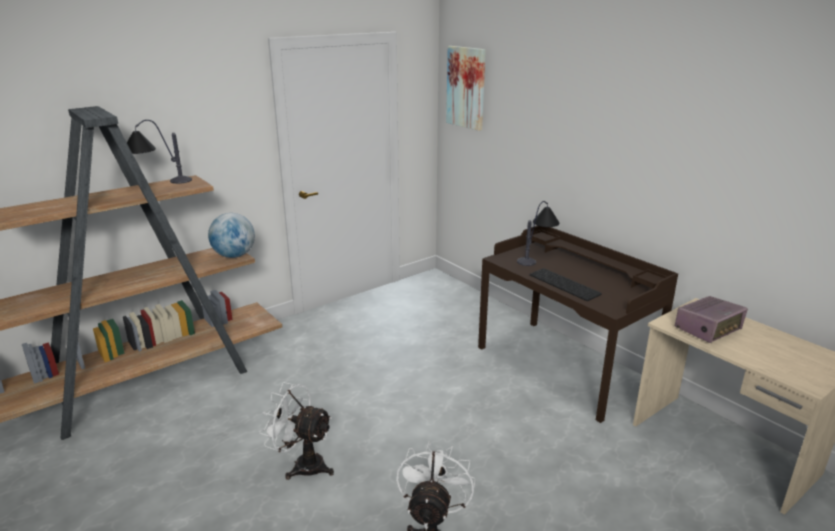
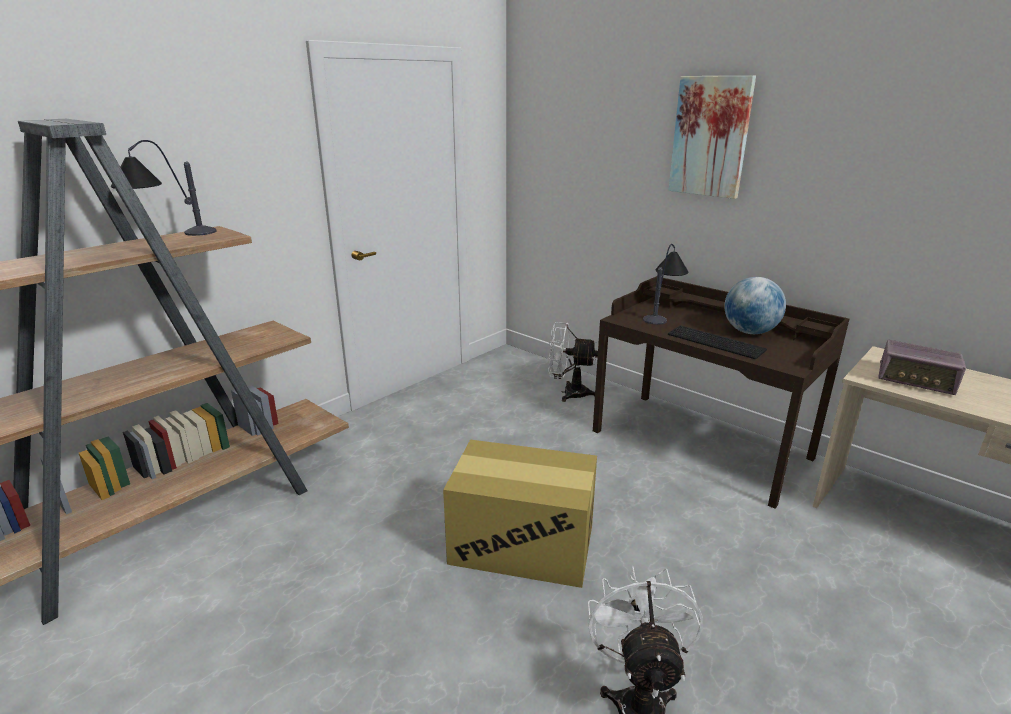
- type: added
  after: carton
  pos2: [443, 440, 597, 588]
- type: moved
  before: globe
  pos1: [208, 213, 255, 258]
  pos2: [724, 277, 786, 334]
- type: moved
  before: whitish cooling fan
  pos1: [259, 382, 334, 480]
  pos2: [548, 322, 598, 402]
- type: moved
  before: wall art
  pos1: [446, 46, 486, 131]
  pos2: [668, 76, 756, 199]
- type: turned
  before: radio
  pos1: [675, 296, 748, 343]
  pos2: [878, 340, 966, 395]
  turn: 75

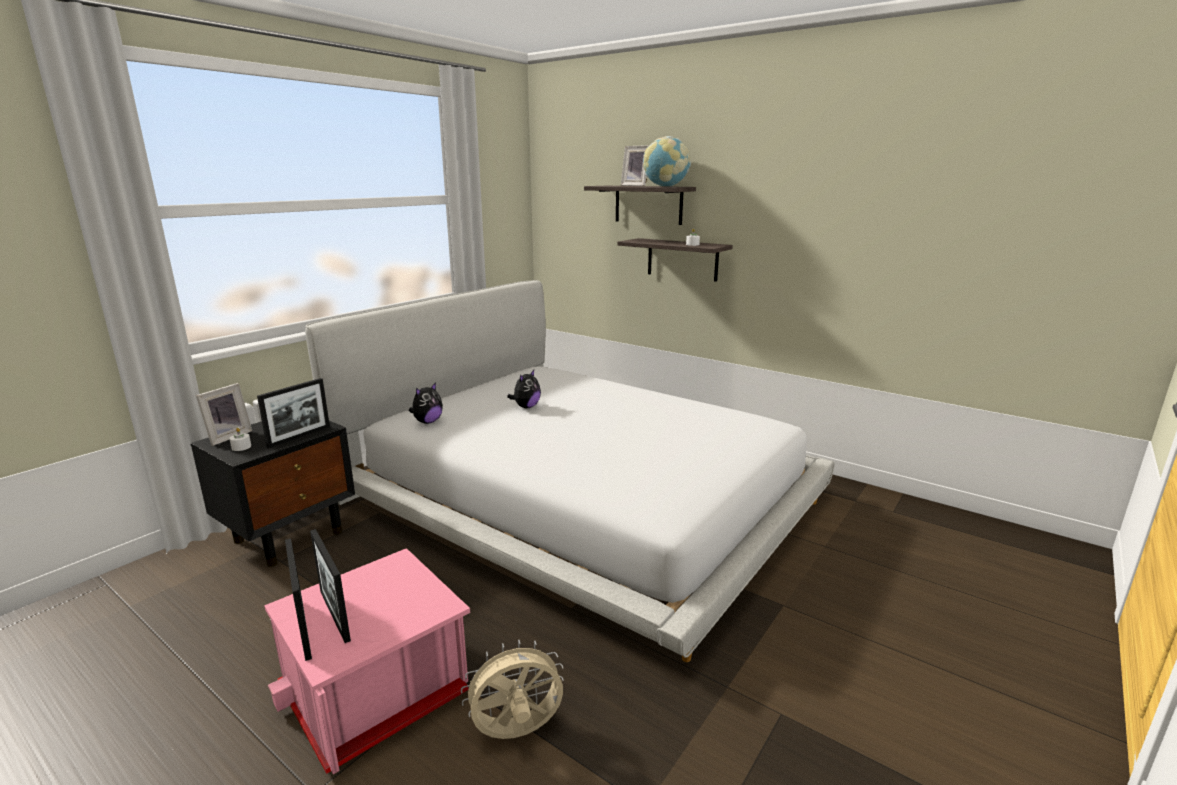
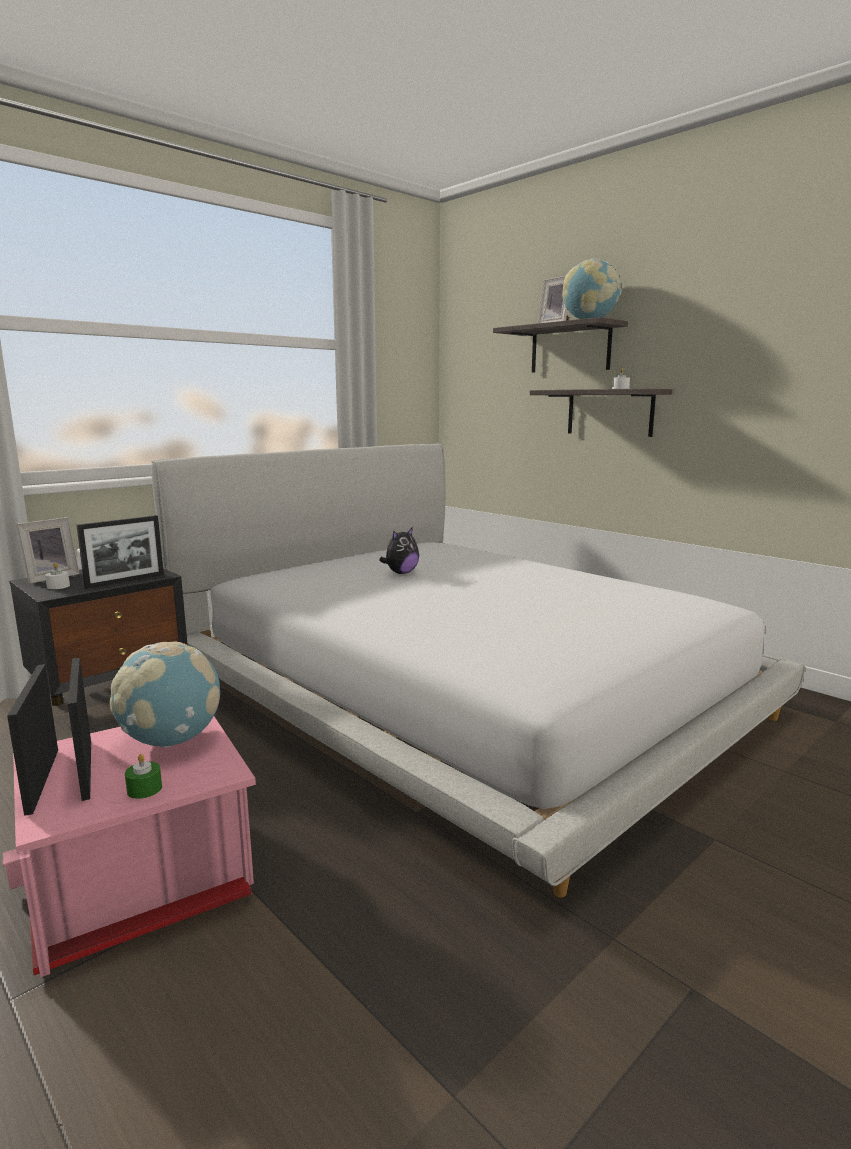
- type: removed
  before: plush toy
  pos1: [409, 383, 443, 424]
- type: removed
  before: sand-coloured cooling fan
  pos1: [461, 640, 564, 739]
- type: added
  after: globe
  pos2: [110, 641, 220, 748]
- type: added
  after: green wax candle
  pos2: [125, 754, 162, 799]

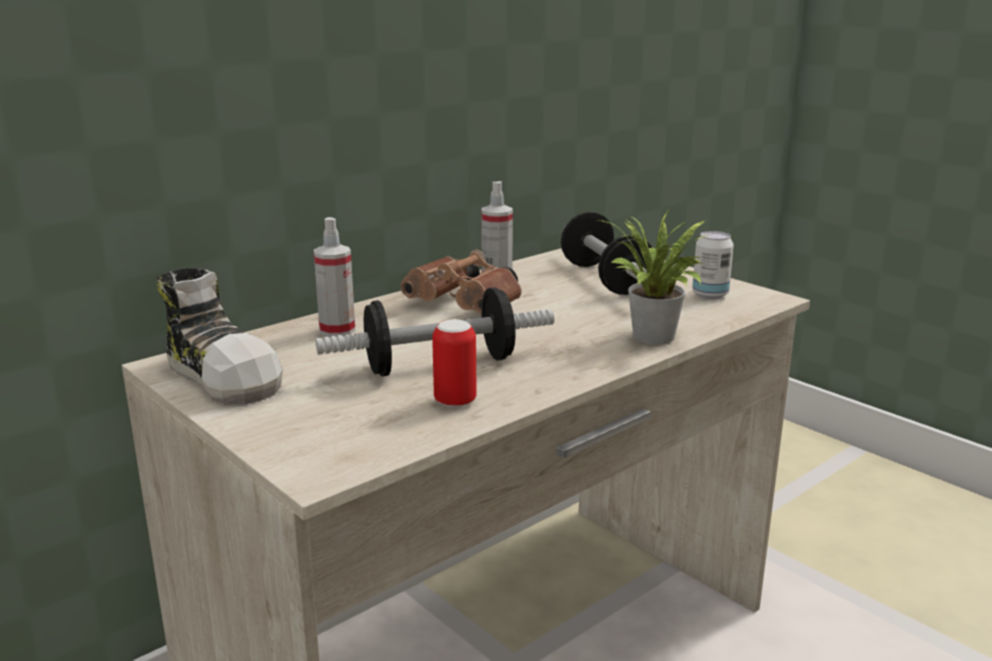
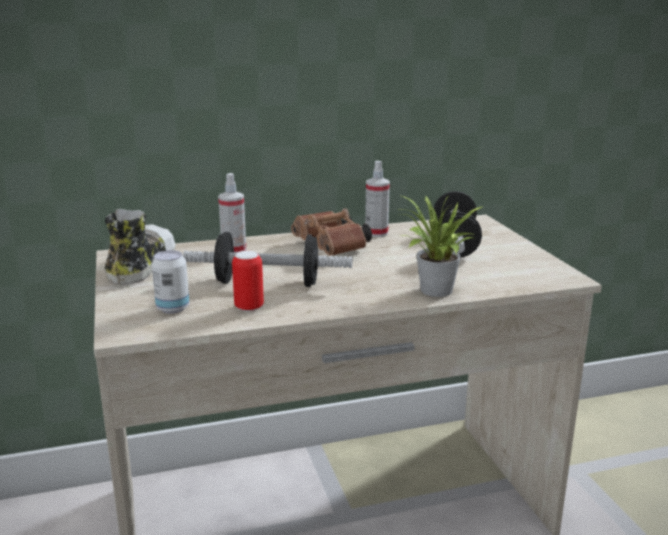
- type: moved
  before: metal can
  pos1: [692, 231, 734, 300]
  pos2: [152, 250, 189, 314]
- type: turned
  before: low shoe
  pos1: [157, 268, 283, 405]
  pos2: [104, 209, 176, 285]
  turn: -150

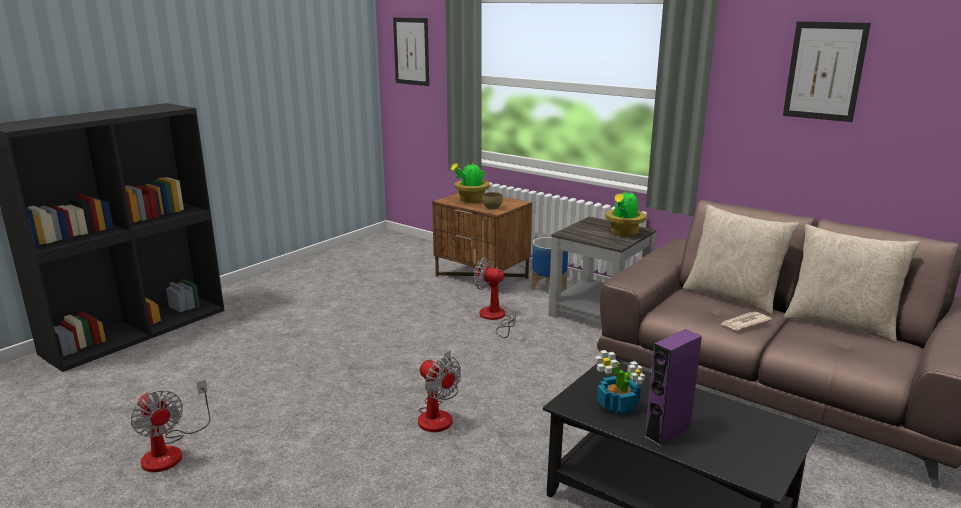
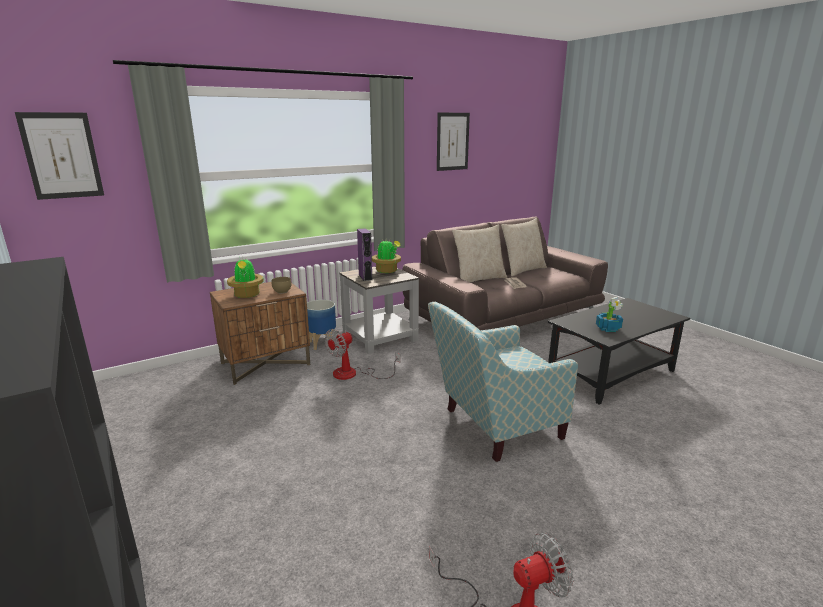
- type: moved
  before: purple-coloured loudspeaker
  pos1: [644, 329, 702, 446]
  pos2: [357, 228, 372, 281]
- type: replaced
  before: cooling fan
  after: lounge chair
  pos1: [418, 351, 461, 432]
  pos2: [428, 302, 578, 462]

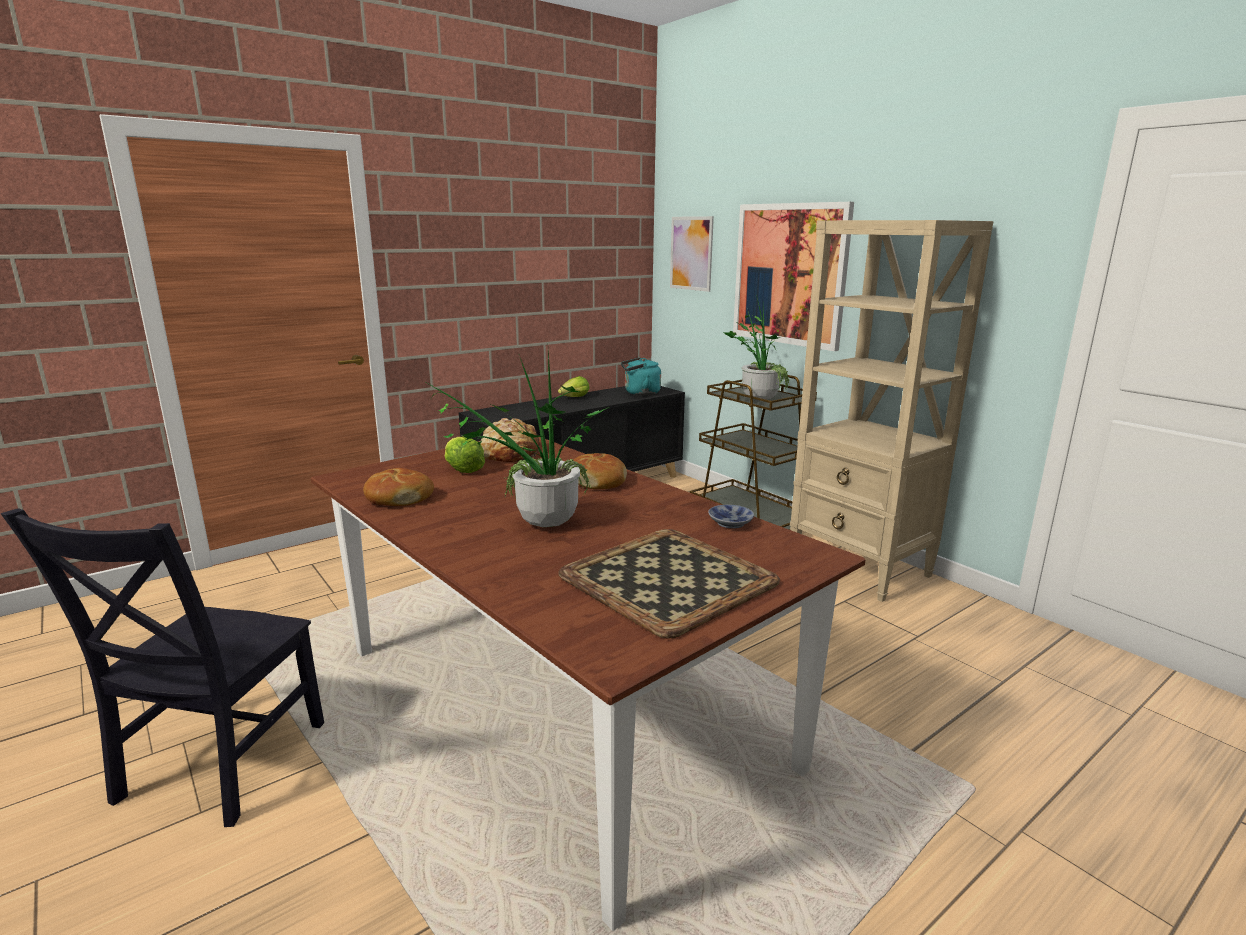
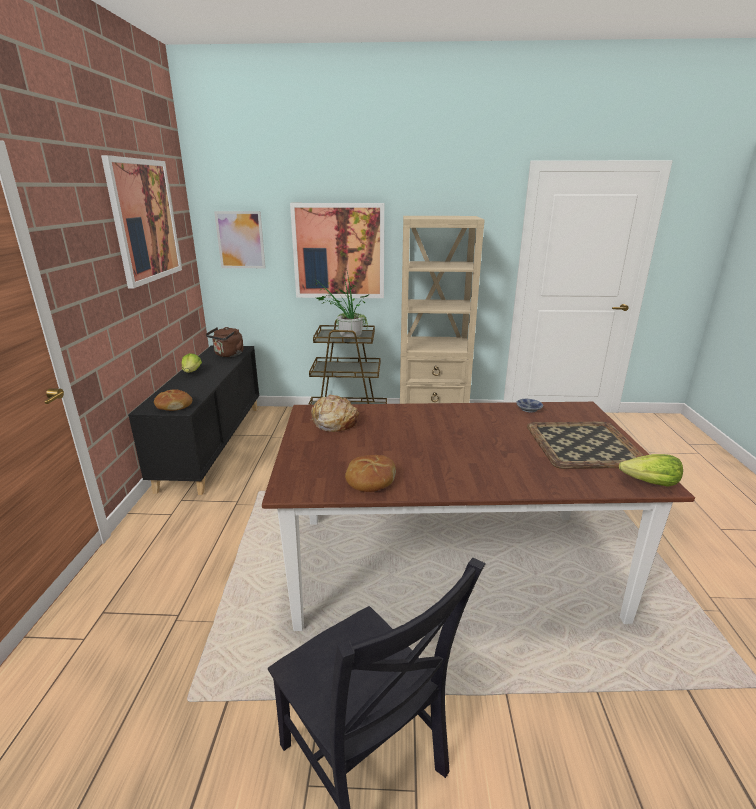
- type: removed
  before: plant in a pot
  pos1: [422, 352, 609, 527]
- type: added
  after: wall art
  pos2: [101, 155, 182, 288]
- type: moved
  before: head of lettuce
  pos1: [445, 437, 485, 473]
  pos2: [619, 454, 683, 487]
- type: moved
  before: bread
  pos1: [574, 453, 627, 489]
  pos2: [154, 389, 192, 411]
- type: recoloured
  before: blue-green tea kettle
  after: brown-coloured tea kettle
  pos1: [621, 357, 661, 395]
  pos2: [206, 327, 244, 357]

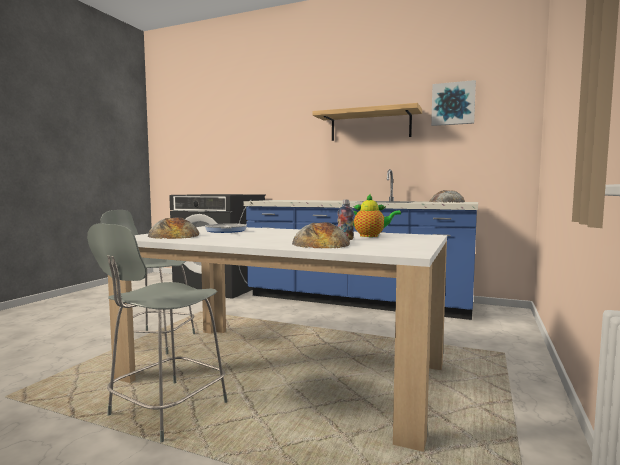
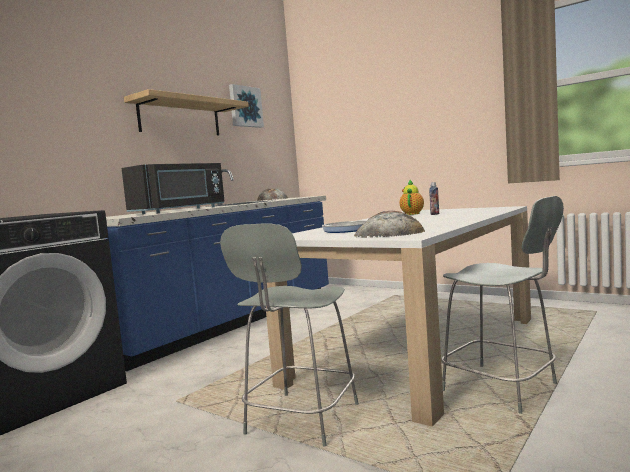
- type: removed
  before: bread
  pos1: [292, 222, 350, 248]
- type: added
  after: blackish kitchen microwave
  pos2: [121, 163, 224, 214]

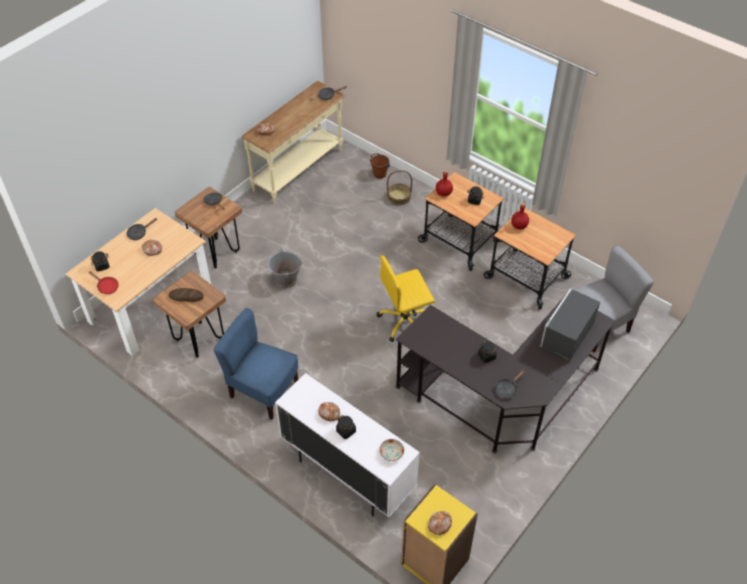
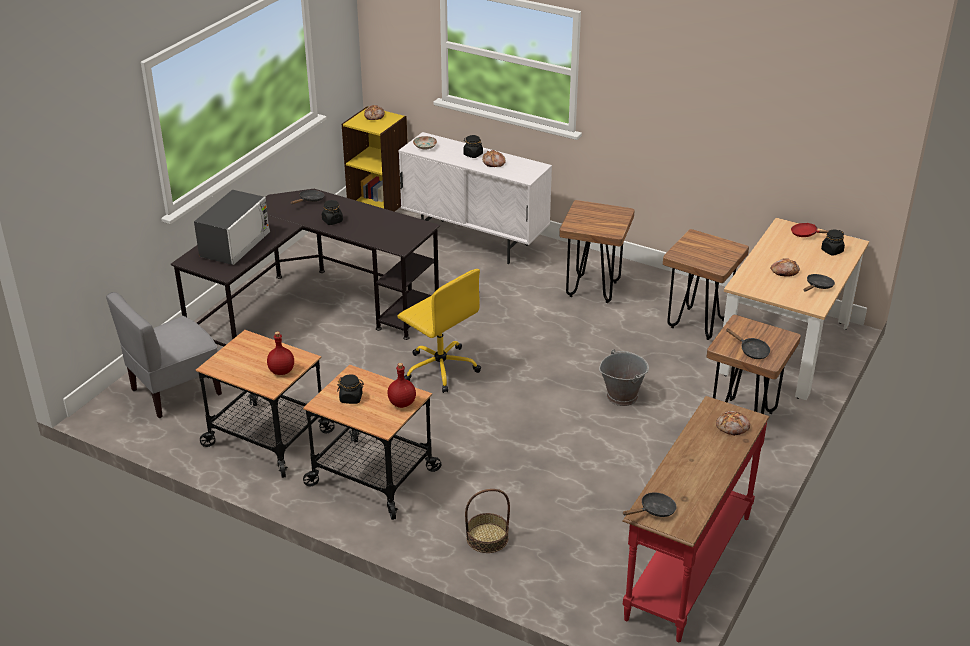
- type: removed
  before: bread
  pos1: [169, 288, 204, 302]
- type: removed
  before: brown-coloured water bucket
  pos1: [370, 153, 390, 179]
- type: replaced
  before: blue plain chair
  after: brown-coloured stool
  pos1: [213, 308, 298, 420]
  pos2: [559, 200, 635, 303]
- type: recoloured
  before: sand-coloured narrow table
  after: red-coloured narrow table
  pos1: [241, 81, 346, 204]
  pos2: [623, 396, 770, 642]
- type: turned
  before: yellow-coloured computer chair
  pos1: [376, 255, 435, 342]
  pos2: [397, 269, 481, 393]
  turn: 75

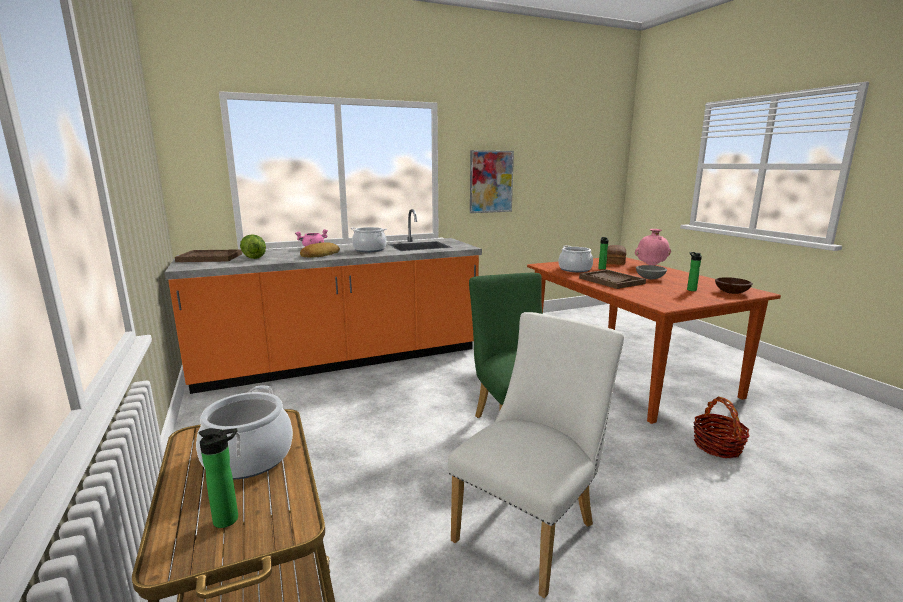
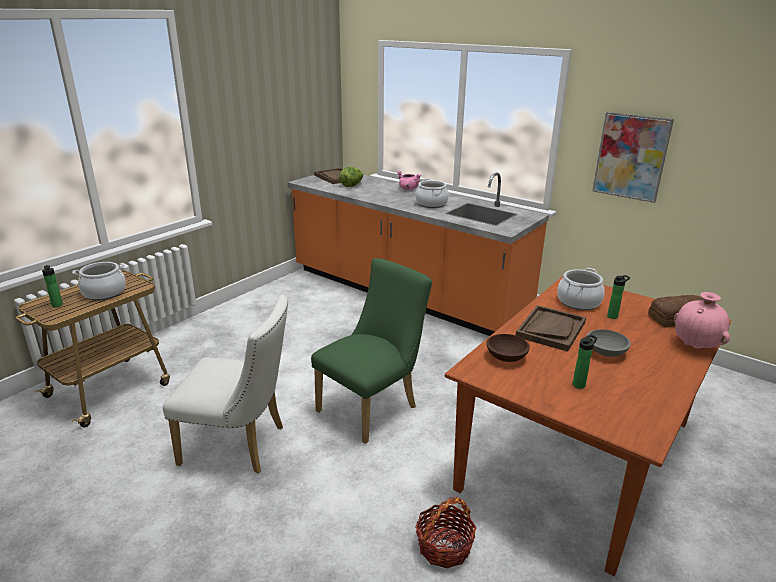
- type: removed
  before: bread
  pos1: [300, 242, 340, 258]
- type: moved
  before: brown-coloured bowl
  pos1: [715, 277, 753, 294]
  pos2: [486, 334, 530, 362]

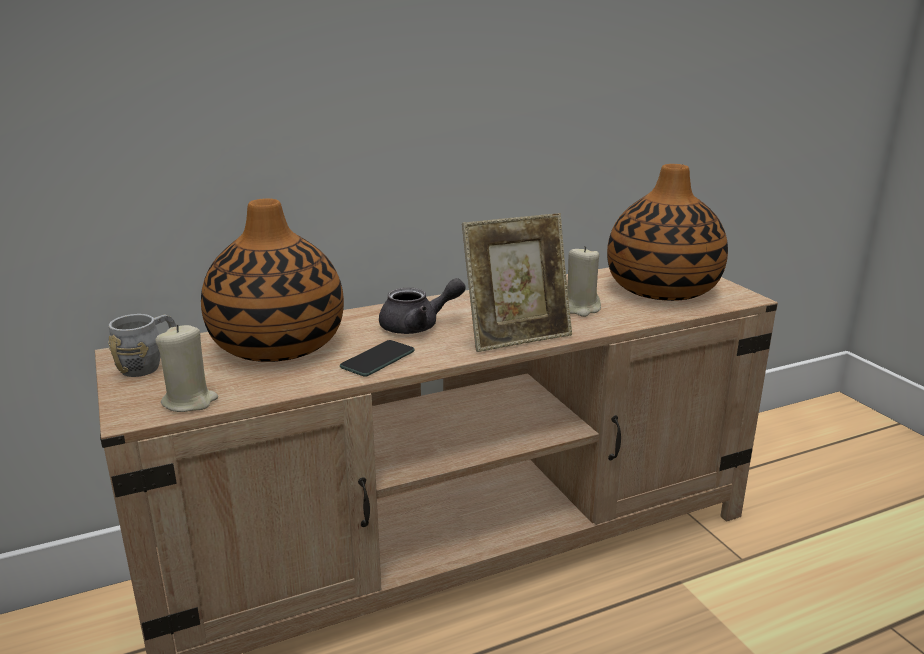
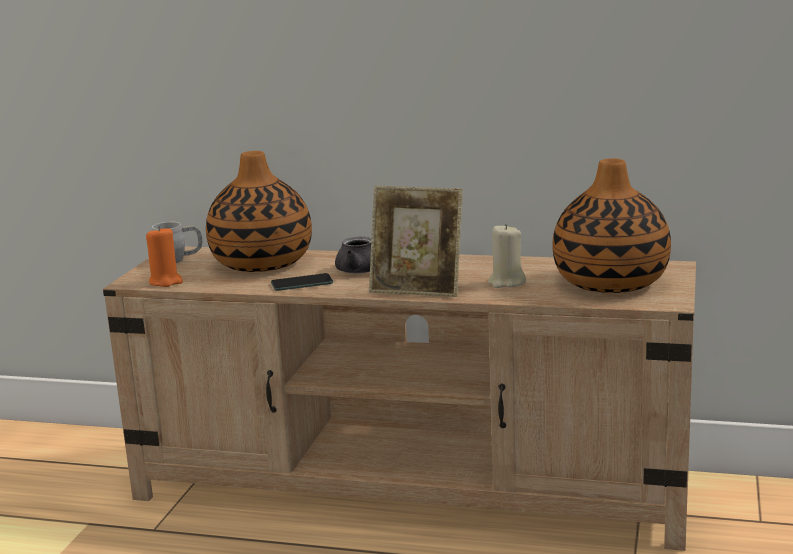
- type: recoloured
  before: sand-coloured wax candle
  after: orangey wax candle
  pos1: [155, 324, 218, 412]
  pos2: [146, 226, 183, 287]

